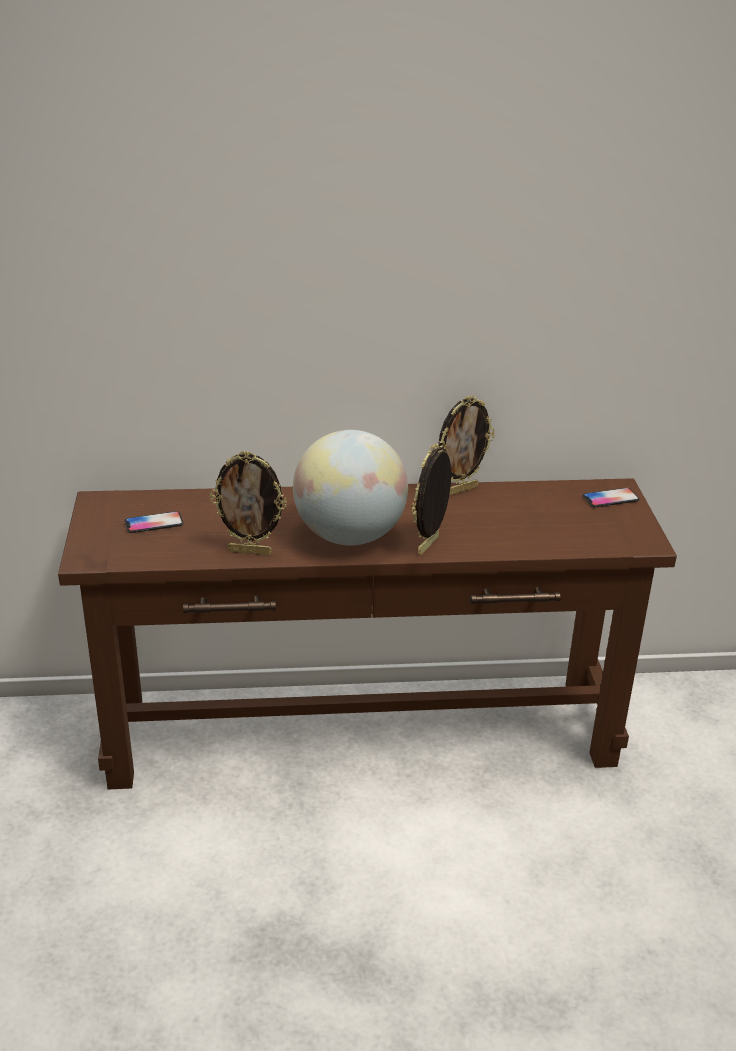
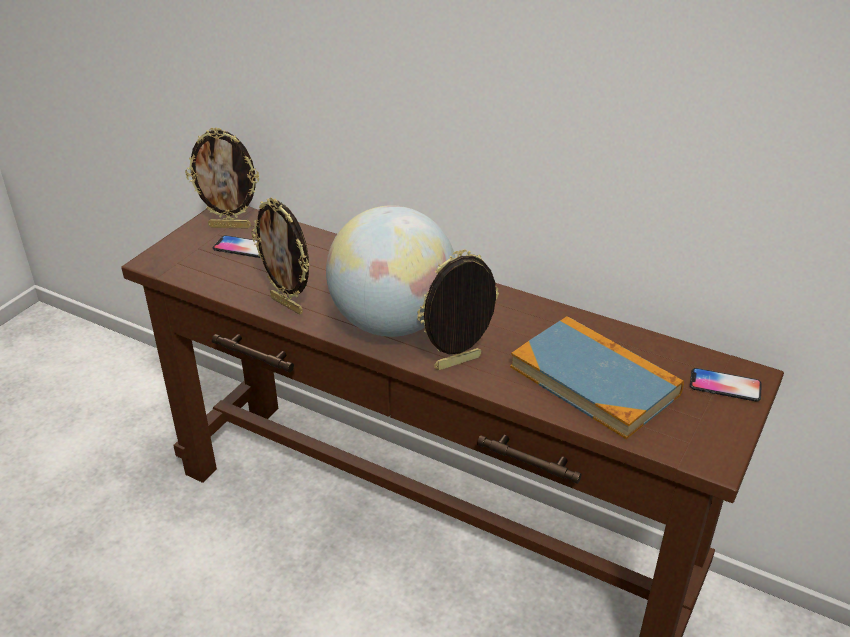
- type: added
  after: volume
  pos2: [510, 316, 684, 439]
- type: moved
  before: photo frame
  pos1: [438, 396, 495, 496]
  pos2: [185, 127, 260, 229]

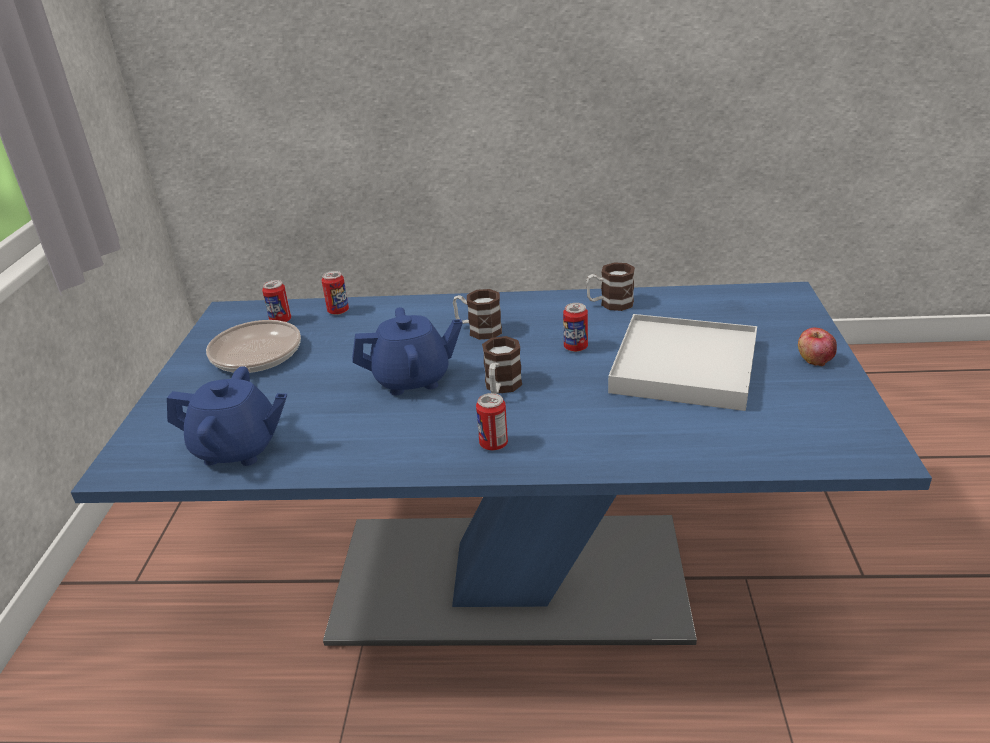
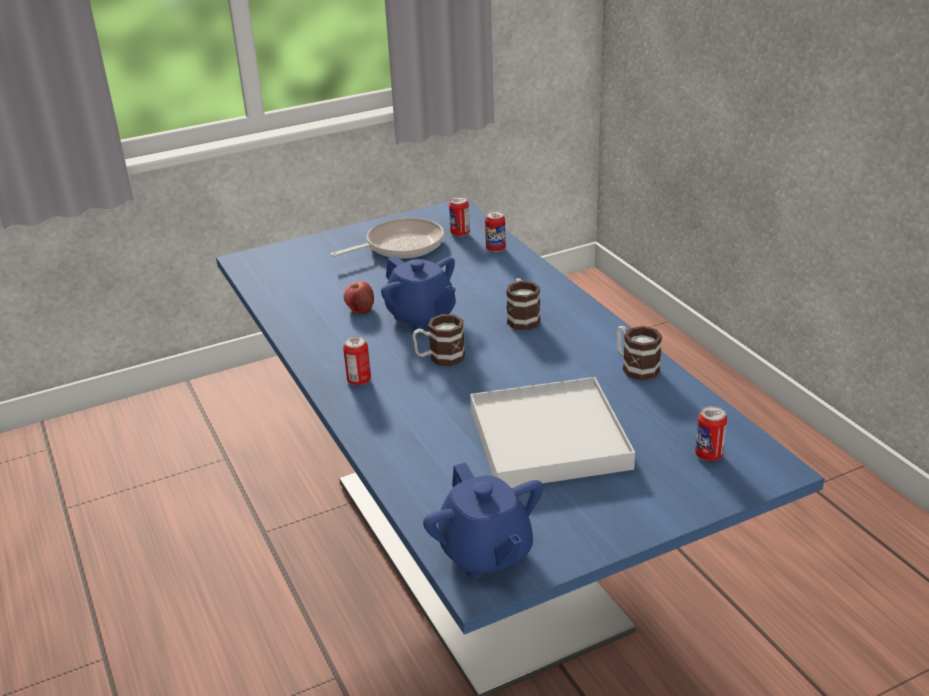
- type: moved
  before: blue tea pot
  pos1: [167, 366, 287, 466]
  pos2: [423, 462, 543, 579]
- type: moved
  before: metal can
  pos1: [563, 303, 588, 352]
  pos2: [695, 406, 727, 461]
- type: moved
  before: whole apple
  pos1: [798, 328, 837, 366]
  pos2: [343, 281, 374, 314]

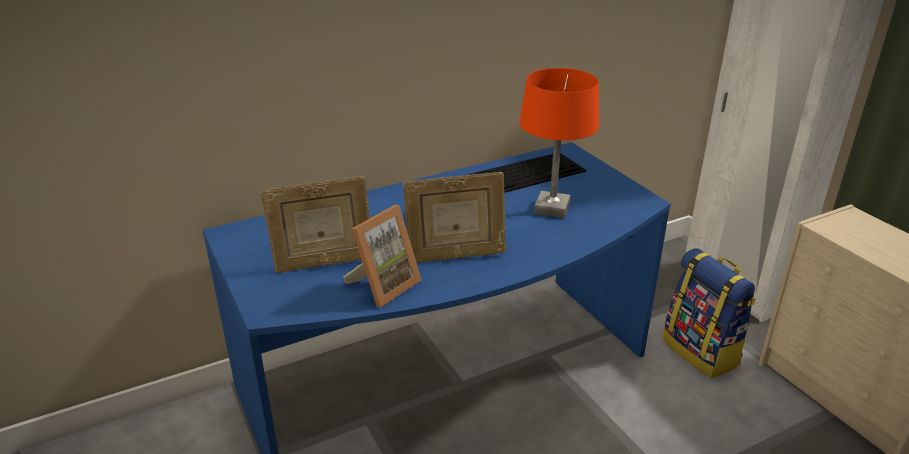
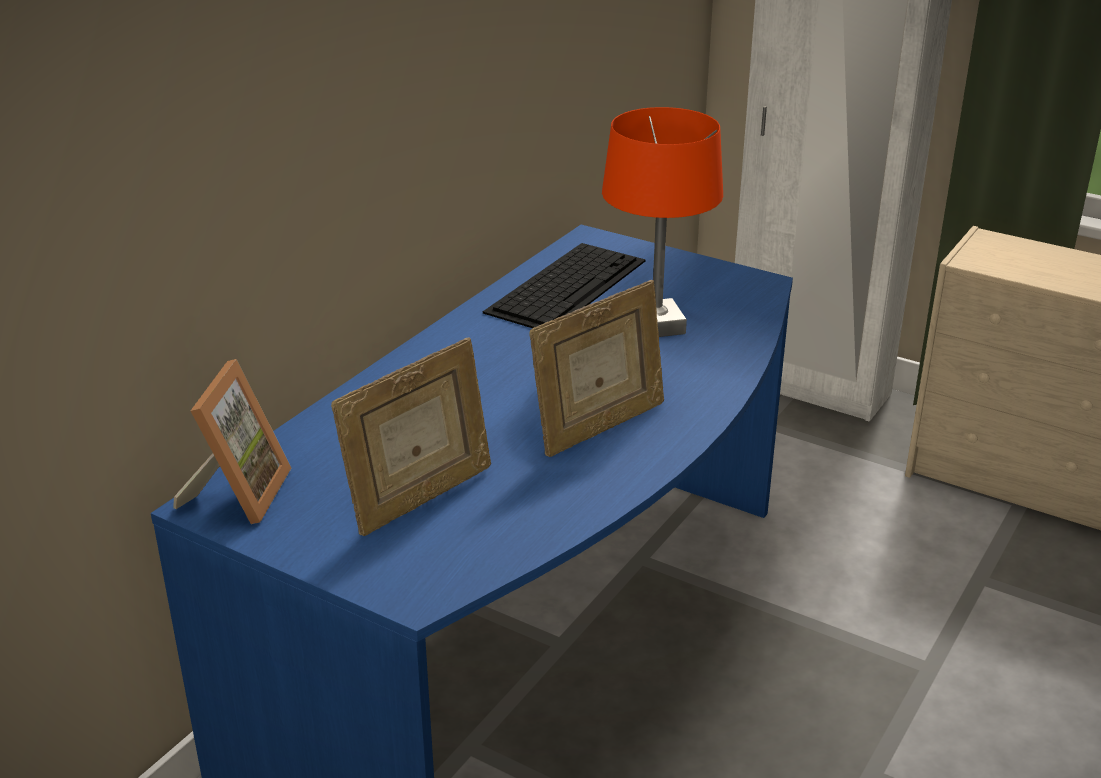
- type: removed
  before: rucksack
  pos1: [662, 248, 756, 378]
- type: moved
  before: photo frame
  pos1: [343, 205, 421, 308]
  pos2: [173, 359, 291, 524]

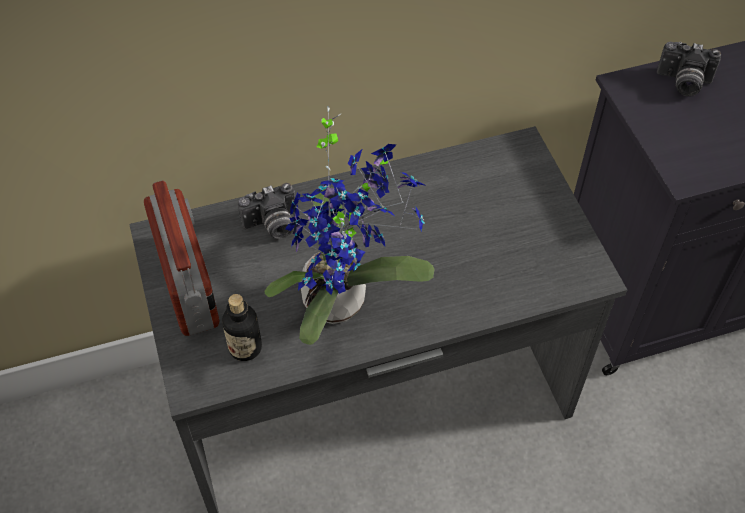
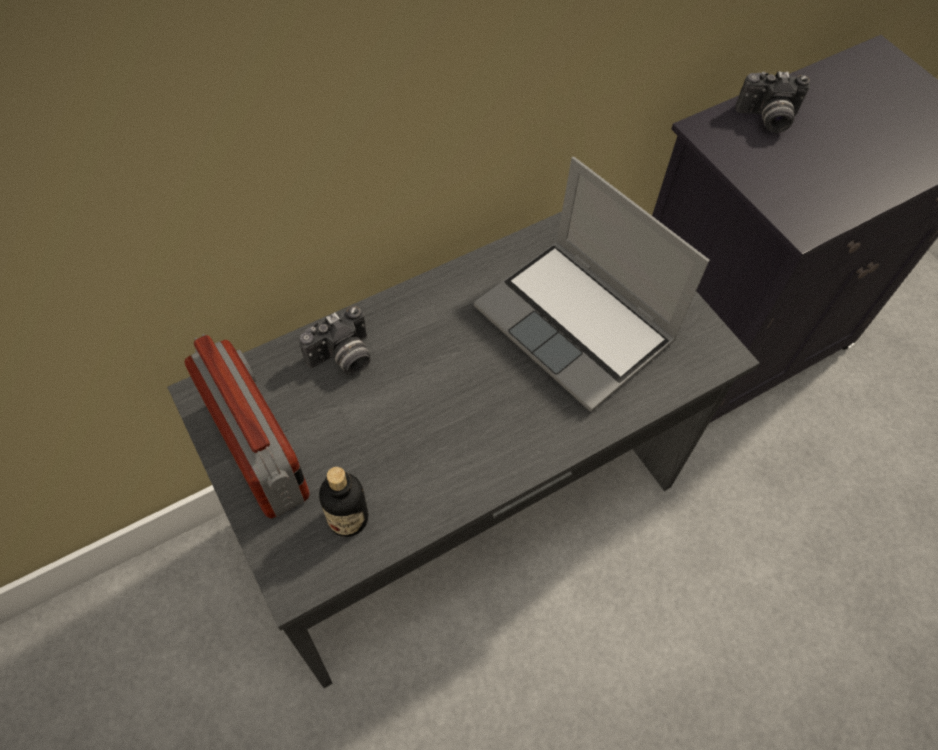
- type: removed
  before: plant in a pot
  pos1: [264, 105, 435, 345]
- type: added
  after: notebook computer
  pos2: [474, 157, 709, 412]

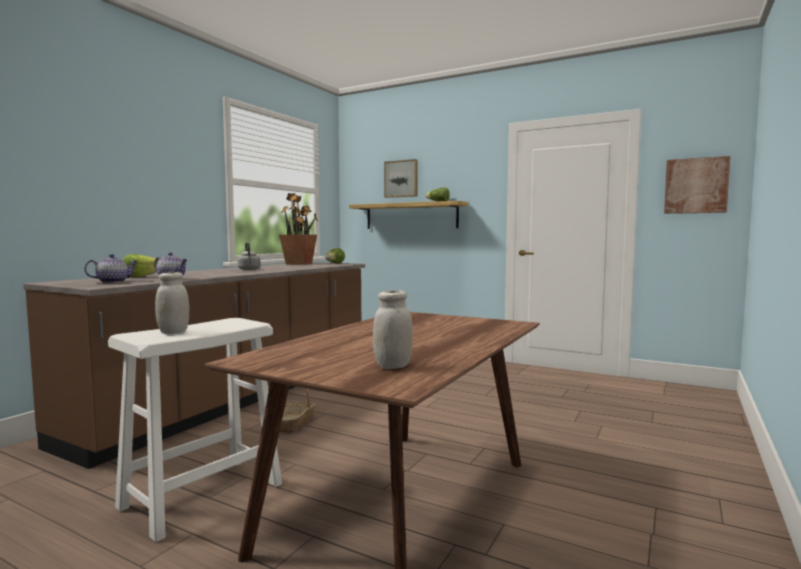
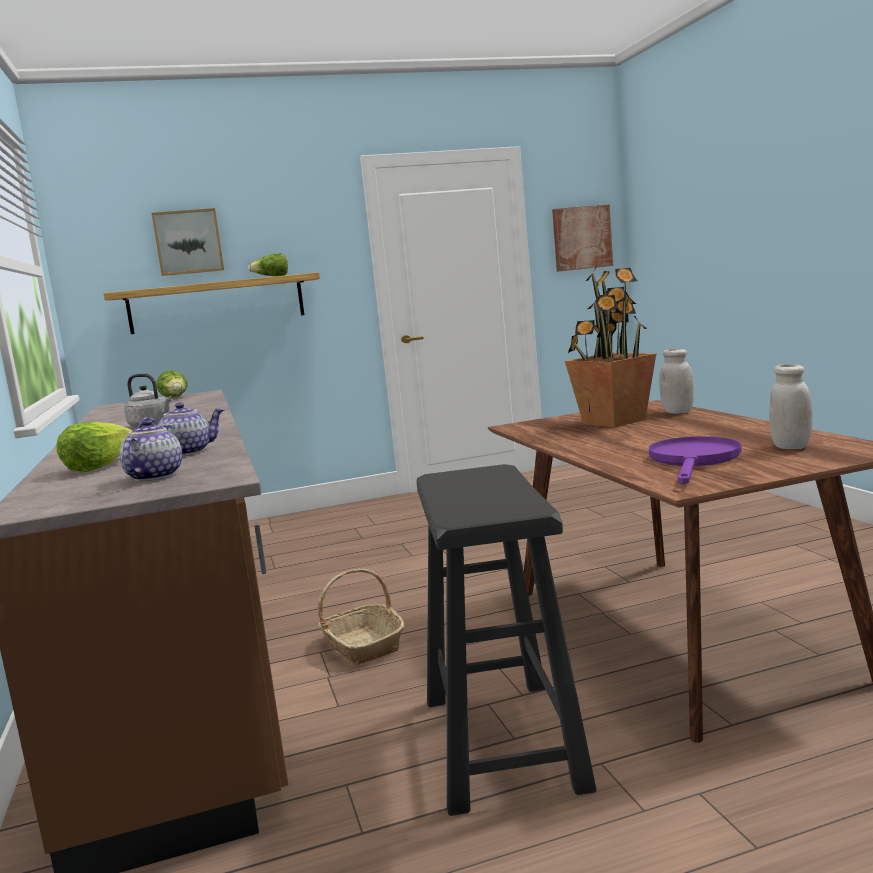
- type: added
  after: purple-coloured skillet
  pos2: [649, 436, 742, 484]
- type: moved
  before: whitish preserve jar
  pos1: [155, 272, 189, 334]
  pos2: [659, 349, 694, 414]
- type: moved
  before: plant in a pot
  pos1: [279, 193, 318, 265]
  pos2: [565, 266, 656, 428]
- type: recoloured
  before: whitish stool
  after: blackish stool
  pos1: [108, 318, 282, 542]
  pos2: [417, 464, 597, 816]

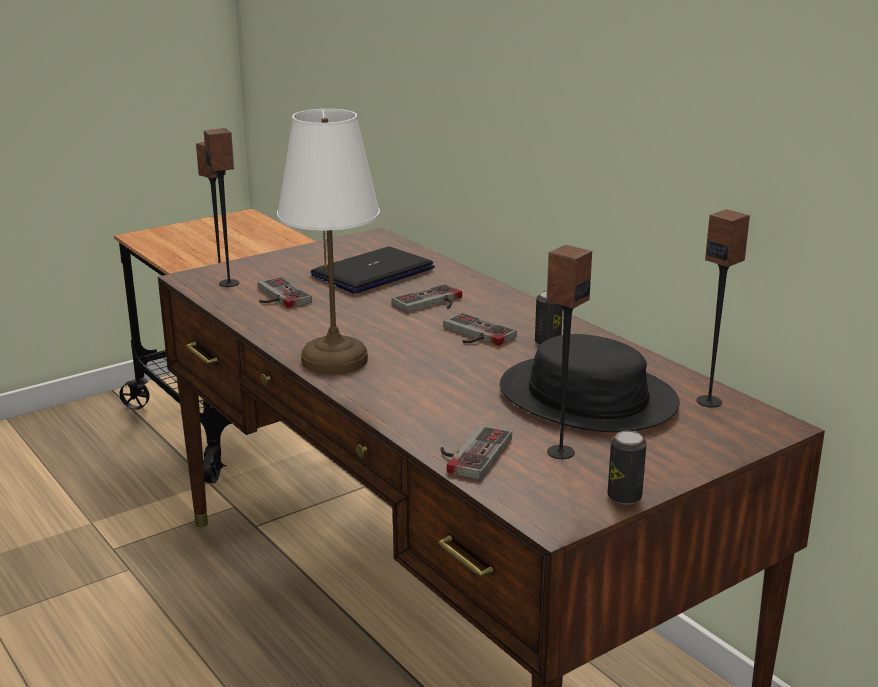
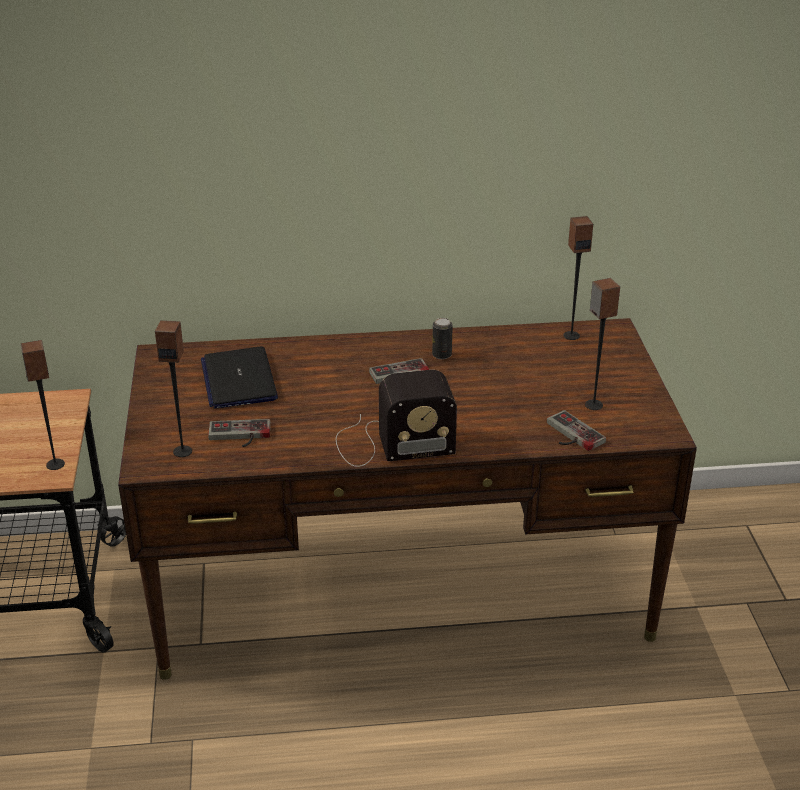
- type: removed
  before: game controller
  pos1: [392, 284, 462, 312]
- type: removed
  before: blackish wearable hat
  pos1: [500, 334, 680, 432]
- type: removed
  before: metal can
  pos1: [607, 431, 646, 505]
- type: replaced
  before: whitish table lamp
  after: radio
  pos1: [277, 109, 380, 374]
  pos2: [336, 370, 457, 467]

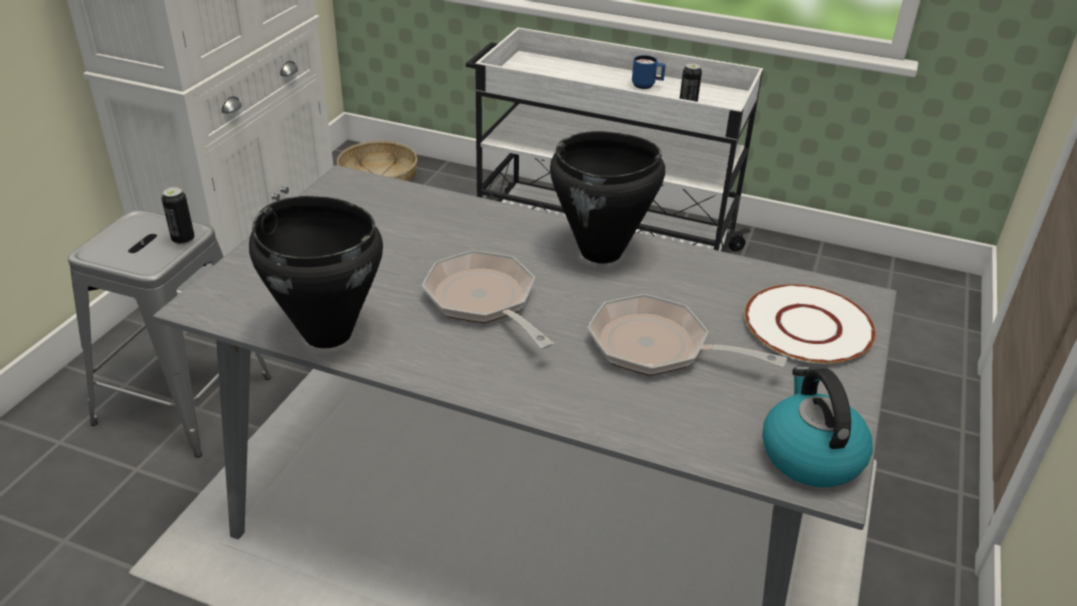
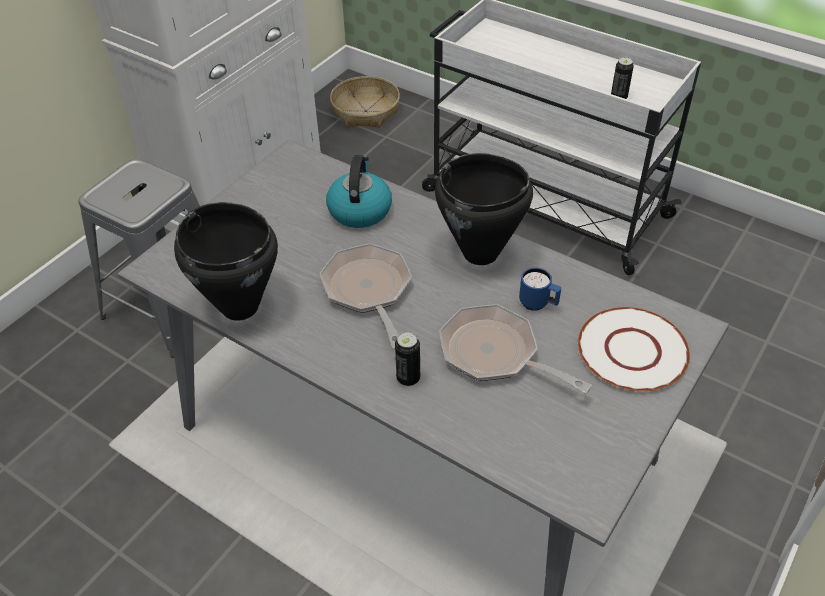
- type: moved
  before: metal can
  pos1: [161, 187, 195, 245]
  pos2: [395, 332, 420, 386]
- type: moved
  before: blue mug
  pos1: [632, 55, 666, 89]
  pos2: [519, 268, 561, 311]
- type: moved
  before: tea kettle
  pos1: [762, 367, 873, 487]
  pos2: [326, 155, 392, 228]

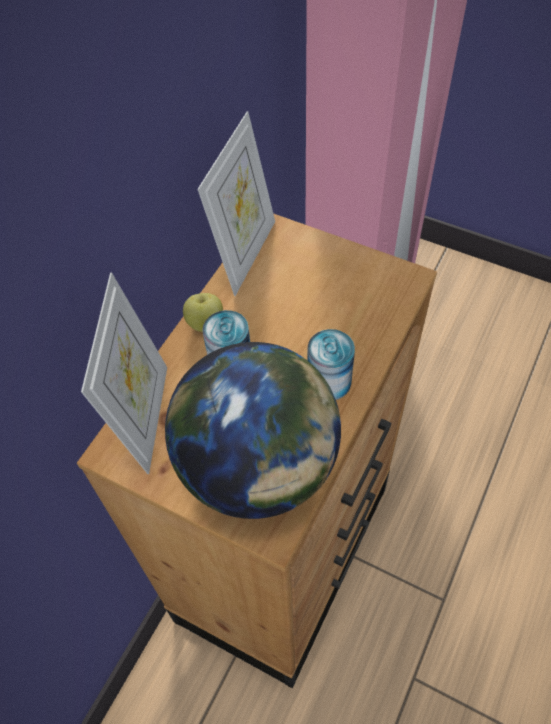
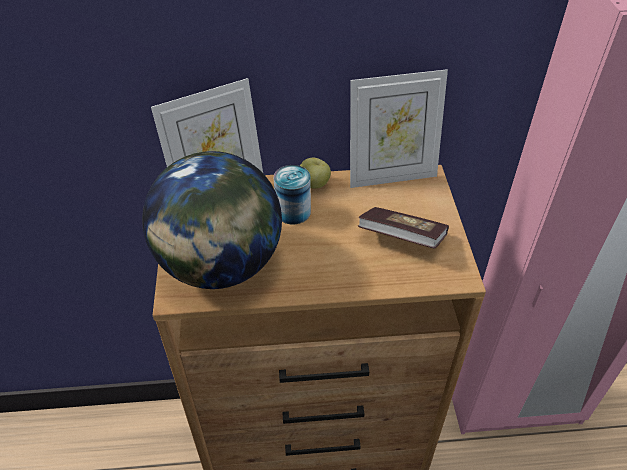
- type: removed
  before: metal can
  pos1: [307, 329, 355, 400]
- type: added
  after: volume
  pos2: [358, 207, 449, 249]

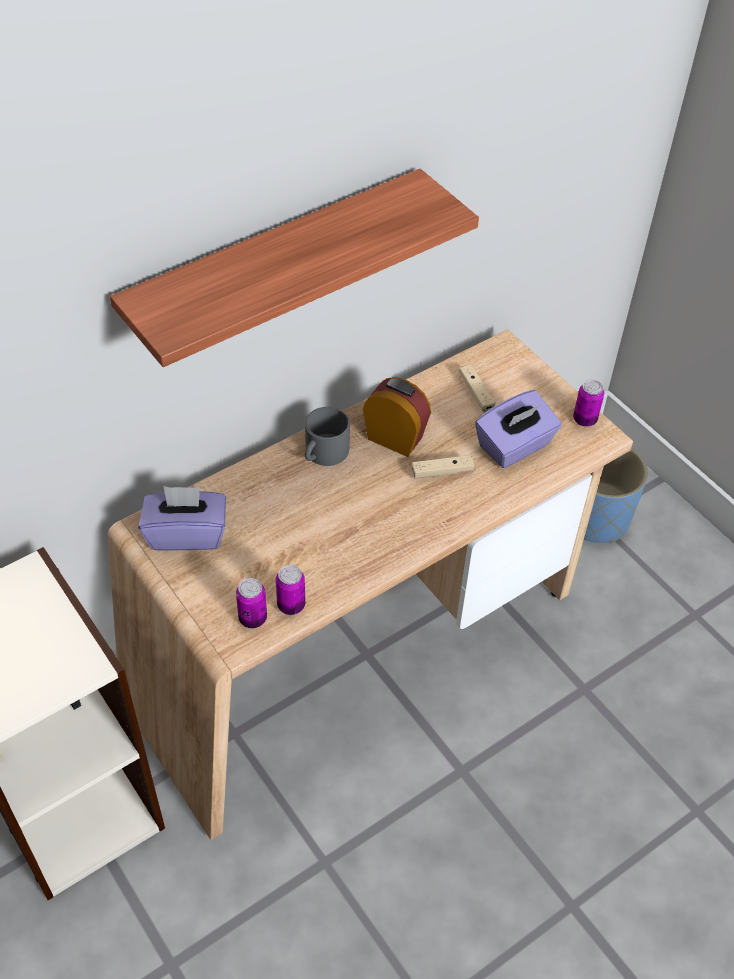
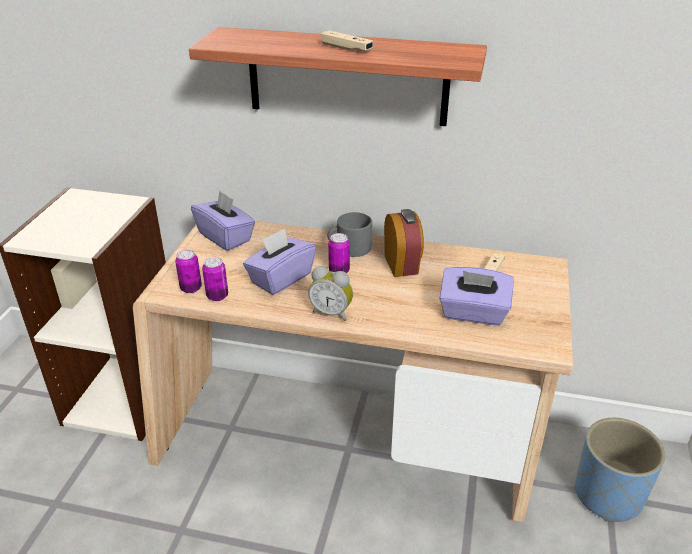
- type: added
  after: purple-coloured tissue holder
  pos2: [243, 228, 316, 295]
- type: added
  after: bedside clock
  pos2: [308, 266, 353, 321]
- type: moved
  before: sand-coloured game controller
  pos1: [412, 455, 474, 478]
  pos2: [321, 30, 373, 52]
- type: moved
  before: metal can
  pos1: [573, 380, 604, 427]
  pos2: [328, 233, 350, 273]

